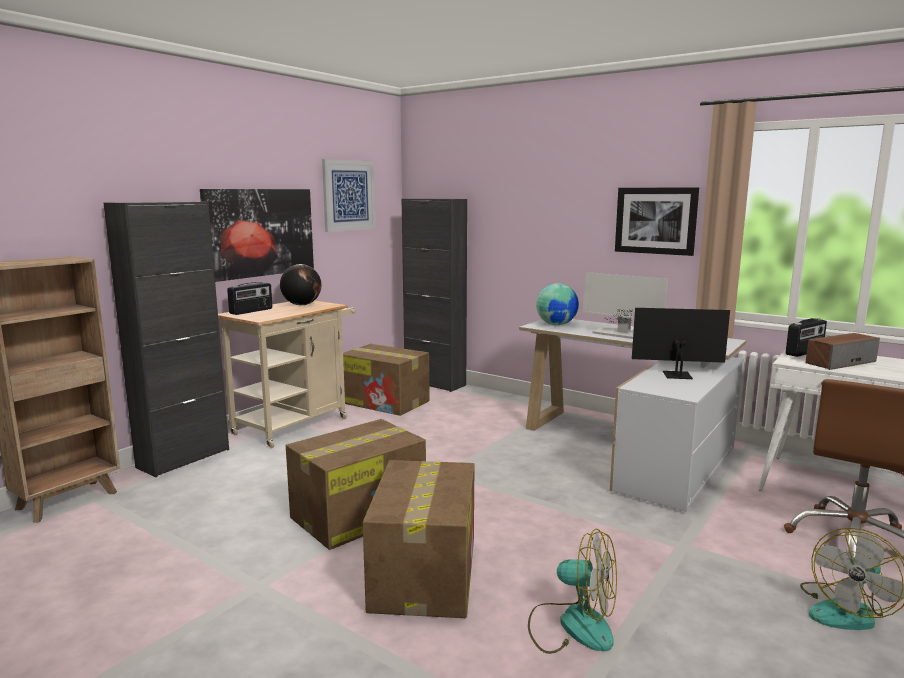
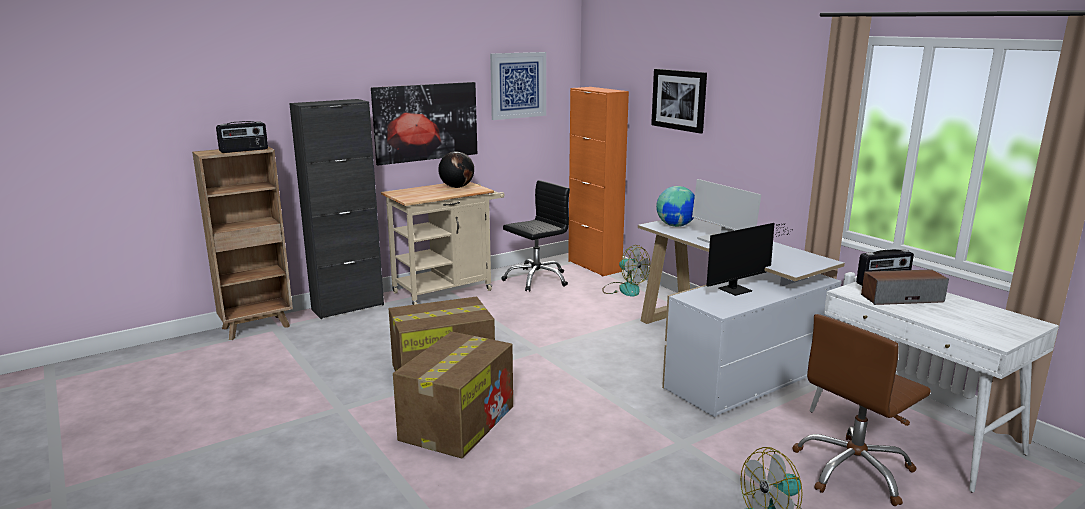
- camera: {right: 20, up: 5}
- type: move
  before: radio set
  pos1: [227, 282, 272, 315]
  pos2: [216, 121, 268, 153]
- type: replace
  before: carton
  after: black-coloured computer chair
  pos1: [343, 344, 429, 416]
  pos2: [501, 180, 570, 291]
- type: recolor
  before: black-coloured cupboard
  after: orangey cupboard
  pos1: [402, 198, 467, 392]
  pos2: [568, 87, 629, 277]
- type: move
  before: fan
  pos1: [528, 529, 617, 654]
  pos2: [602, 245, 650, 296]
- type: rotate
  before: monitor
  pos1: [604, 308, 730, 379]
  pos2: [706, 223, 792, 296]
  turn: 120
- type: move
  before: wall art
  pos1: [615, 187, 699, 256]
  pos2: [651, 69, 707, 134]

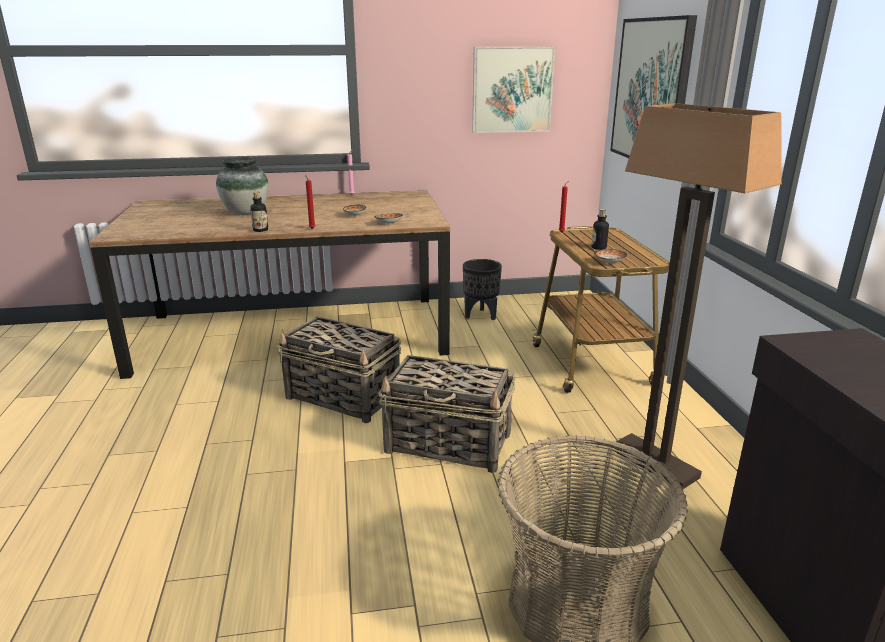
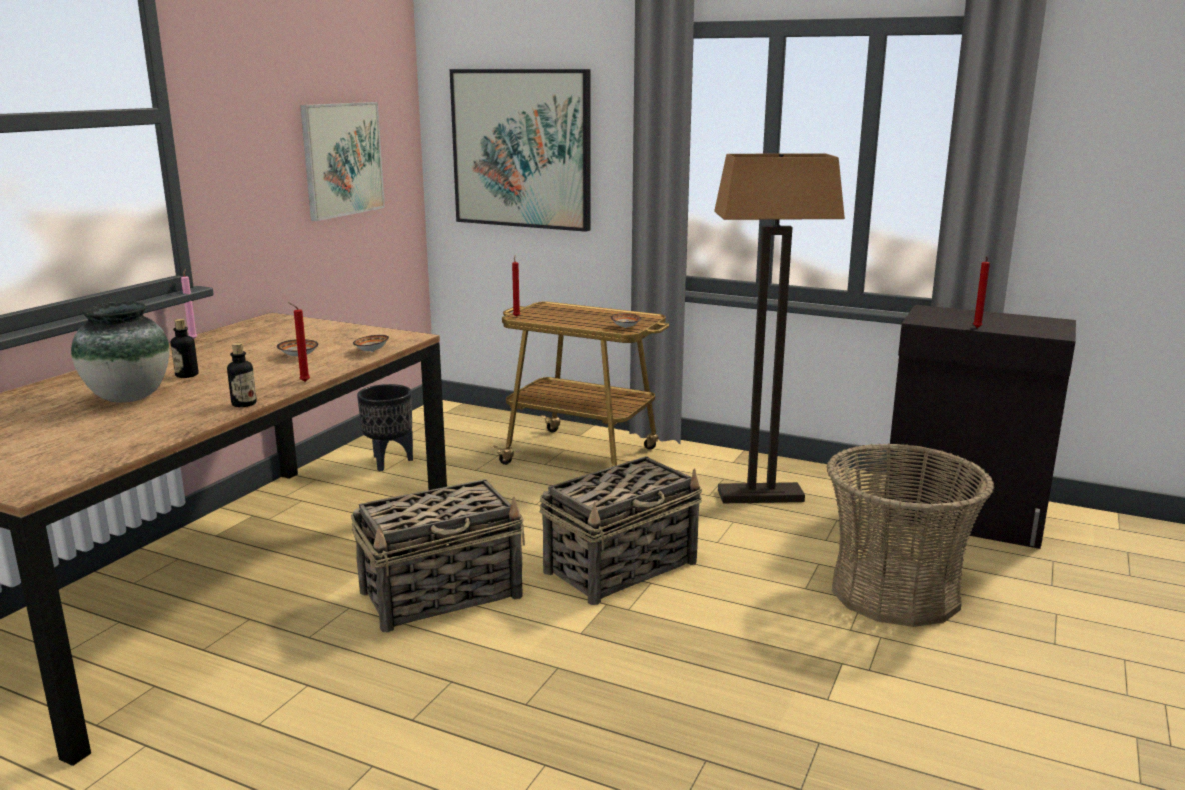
- camera: {right: -55, up: -5}
- type: move
  before: bottle
  pos1: [591, 209, 609, 250]
  pos2: [171, 319, 198, 378]
- type: insert
  after: red candle
  pos2: [973, 256, 990, 328]

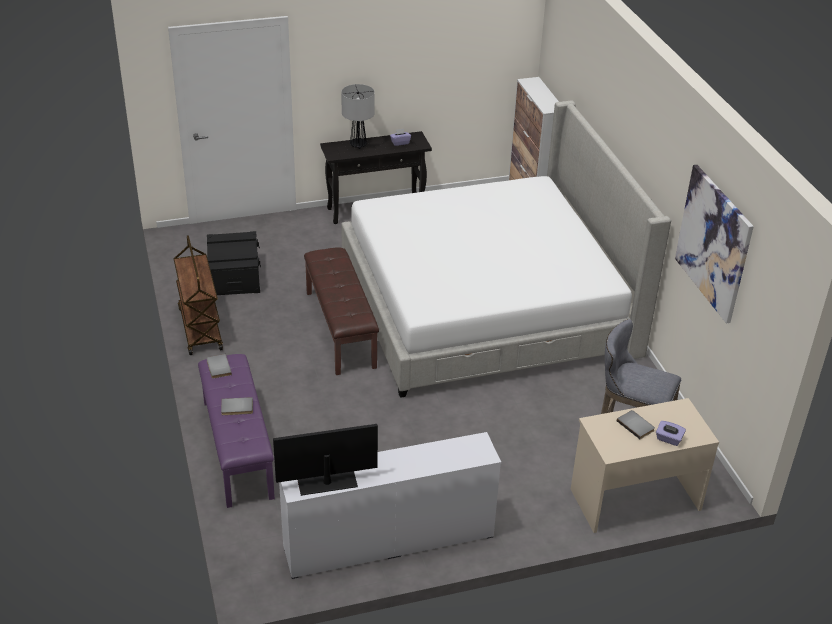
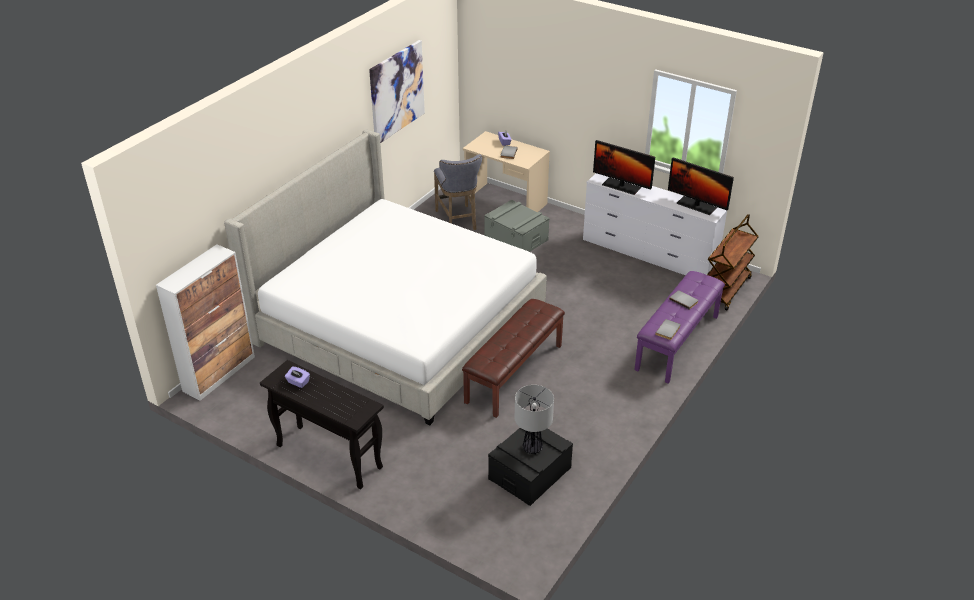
- camera: {right: -130, up: 0}
- type: move
  before: brown trolley
  pos1: [174, 235, 223, 355]
  pos2: [707, 214, 759, 310]
- type: move
  before: lamp for a table
  pos1: [341, 84, 375, 149]
  pos2: [515, 385, 554, 455]
- type: insert
  after: greyish storage box
  pos2: [484, 200, 550, 252]
- type: insert
  after: monitor
  pos2: [593, 140, 655, 195]

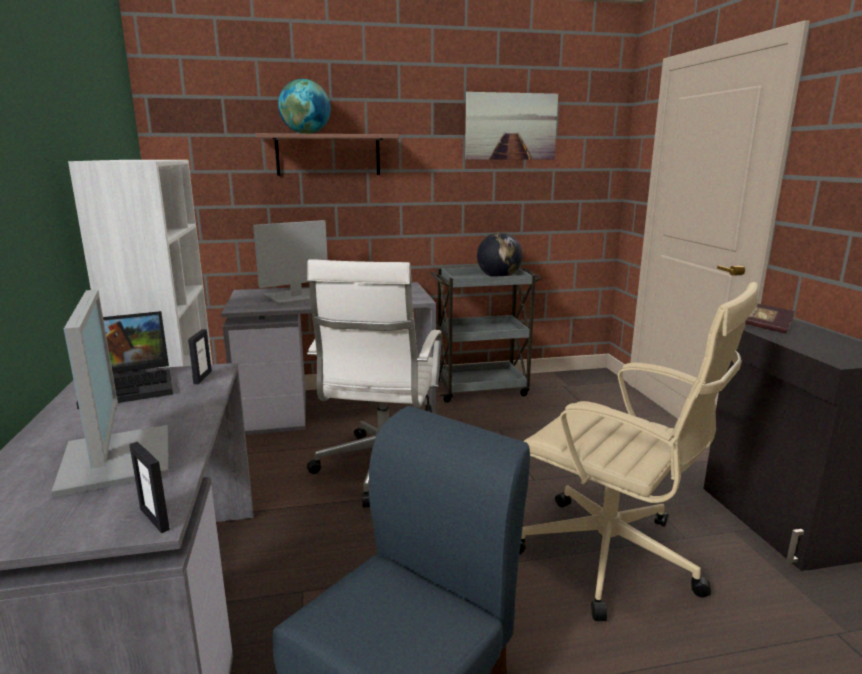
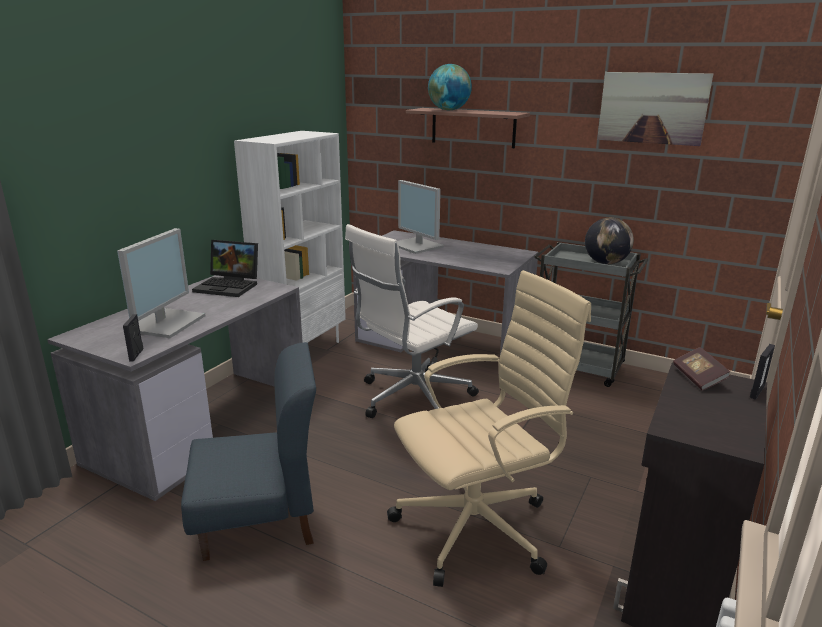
- camera: {right: 40, up: 5}
- type: move
  before: picture frame
  pos1: [188, 329, 212, 384]
  pos2: [750, 344, 775, 400]
- type: rotate
  before: monitor
  pos1: [253, 220, 328, 306]
  pos2: [398, 180, 444, 254]
  turn: -135
- type: rotate
  before: beige-coloured computer chair
  pos1: [519, 282, 758, 621]
  pos2: [387, 270, 591, 587]
  turn: -105

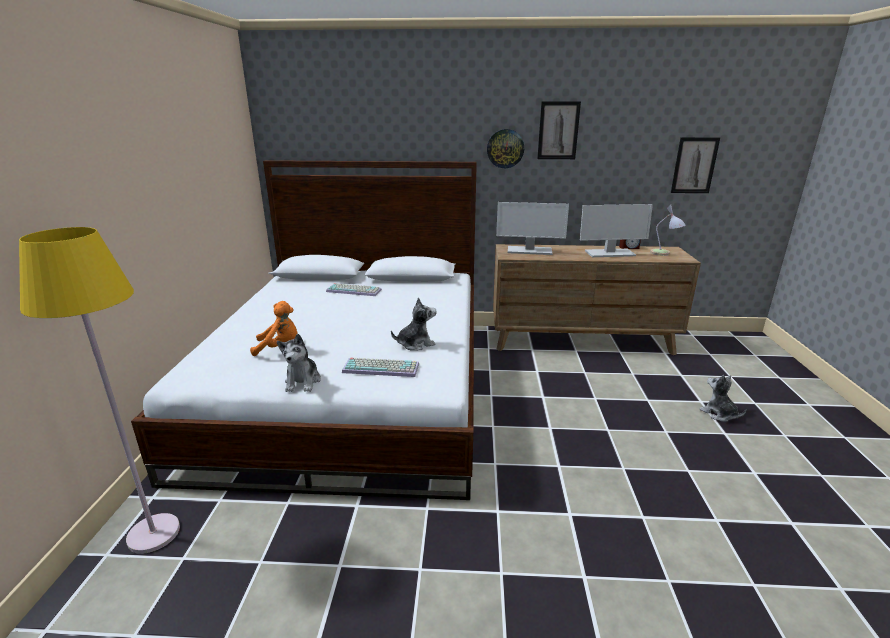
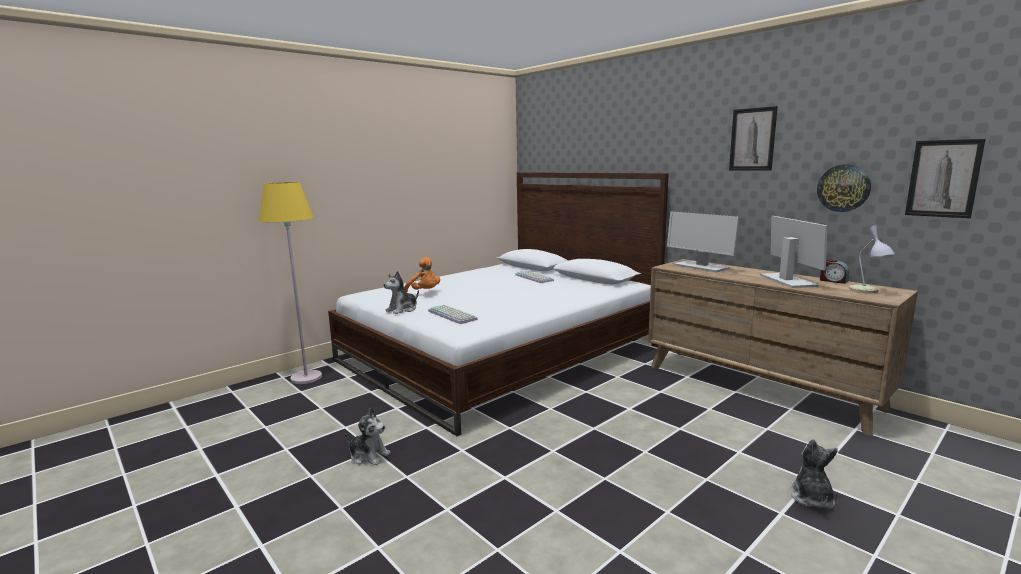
- camera: {right: 45, up: -10}
- type: move
  before: plush toy
  pos1: [391, 297, 437, 351]
  pos2: [345, 408, 391, 465]
- type: move
  before: wall clock
  pos1: [487, 129, 524, 168]
  pos2: [817, 164, 871, 212]
- type: rotate
  before: monitor
  pos1: [580, 204, 653, 257]
  pos2: [760, 216, 828, 288]
  turn: -135

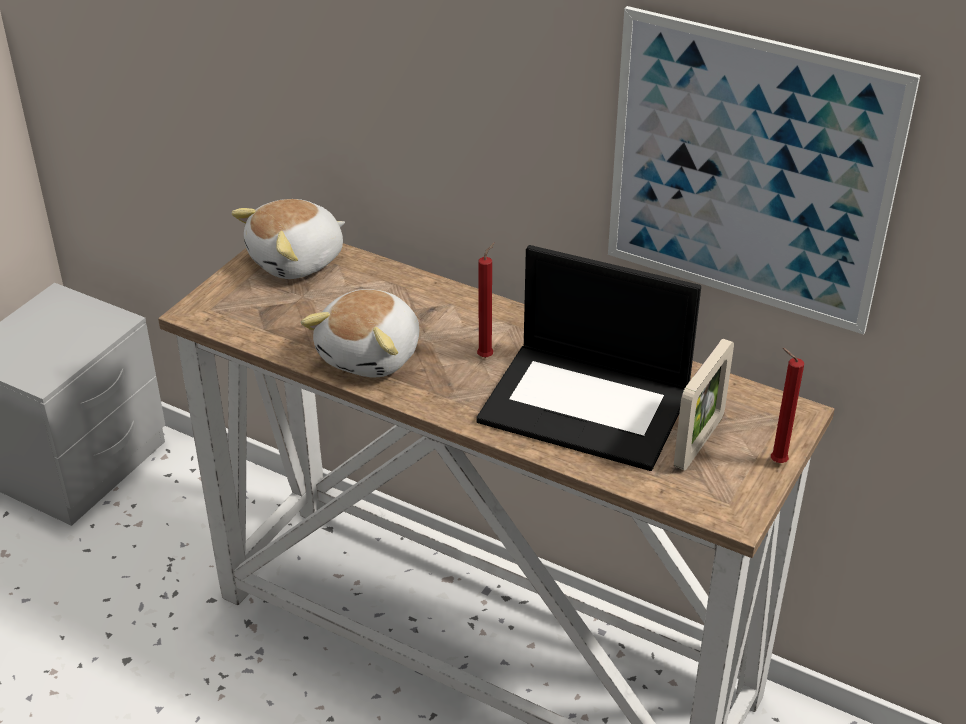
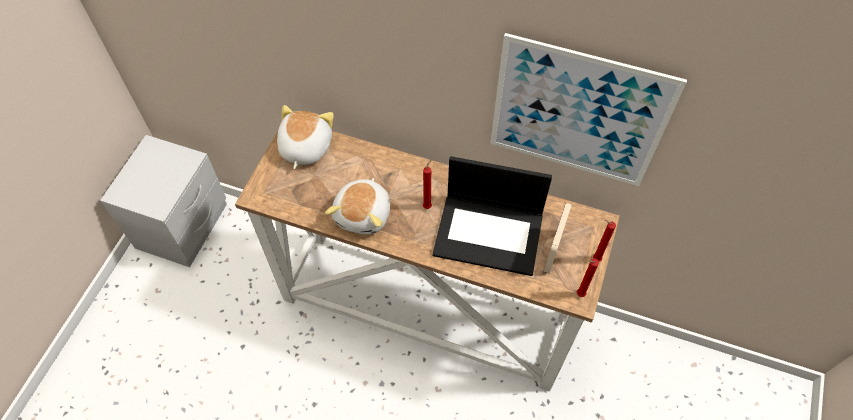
- camera: {right: -10, up: 20}
- type: rotate
  before: plush toy
  pos1: [231, 199, 345, 279]
  pos2: [277, 105, 334, 169]
  turn: 150
- type: insert
  after: red candle
  pos2: [577, 259, 599, 297]

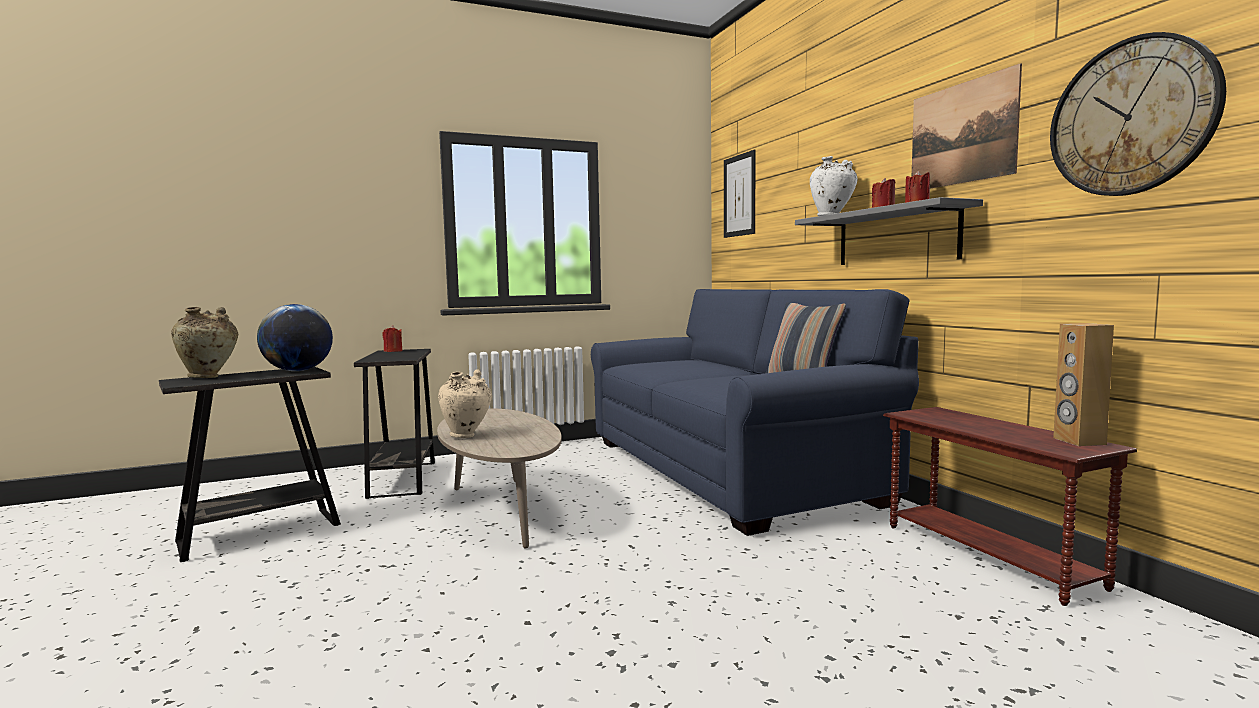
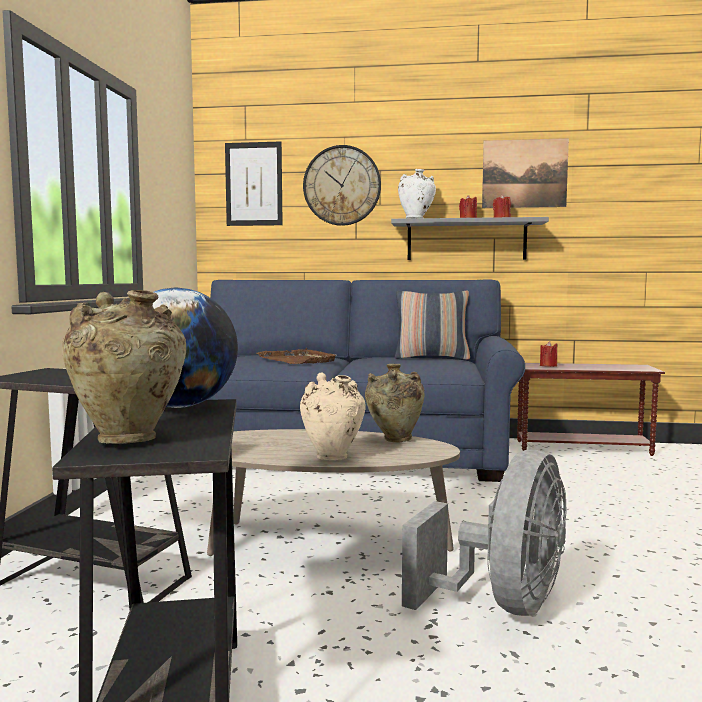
- camera: {right: -60, up: 0}
- type: move
  before: red candle
  pos1: [383, 325, 402, 352]
  pos2: [540, 341, 558, 367]
- type: move
  before: wall clock
  pos1: [1050, 32, 1226, 196]
  pos2: [303, 145, 381, 226]
- type: delete
  before: brown loudspeaker
  pos1: [1053, 323, 1114, 446]
- type: insert
  after: brown carrying tray
  pos2: [256, 348, 337, 364]
- type: insert
  after: beige-coloured decorative vase
  pos2: [365, 364, 424, 443]
- type: insert
  after: greyish fan
  pos2: [402, 450, 566, 616]

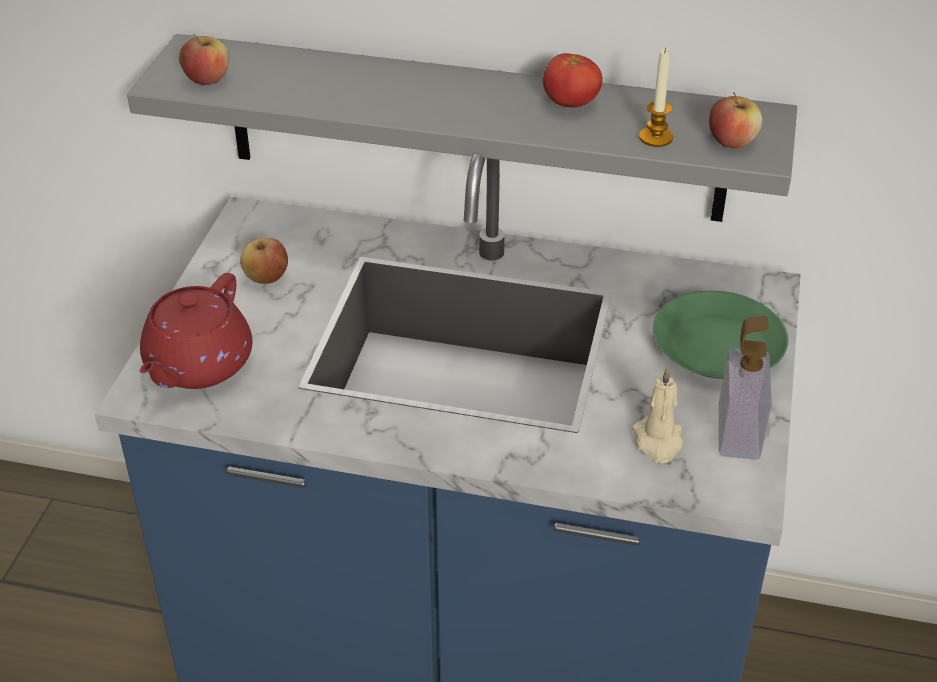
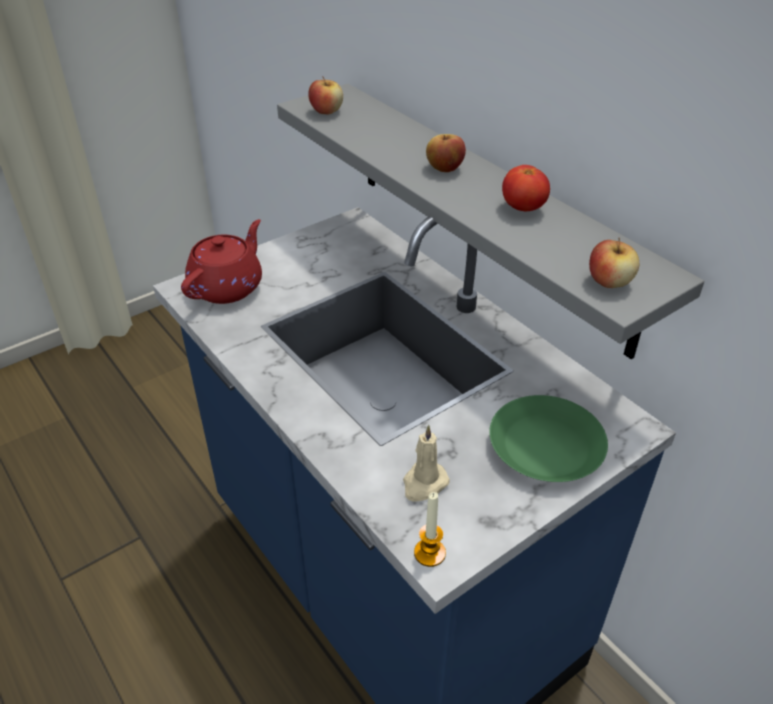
- camera: {right: 40, up: 0}
- type: rotate
  before: red teapot
  pos1: [140, 273, 252, 389]
  pos2: [181, 219, 262, 304]
  turn: 150
- type: move
  before: apple fruit
  pos1: [240, 238, 288, 284]
  pos2: [426, 134, 466, 172]
- type: move
  before: candle
  pos1: [639, 48, 673, 147]
  pos2: [414, 492, 446, 567]
- type: delete
  before: soap bottle
  pos1: [719, 316, 772, 460]

